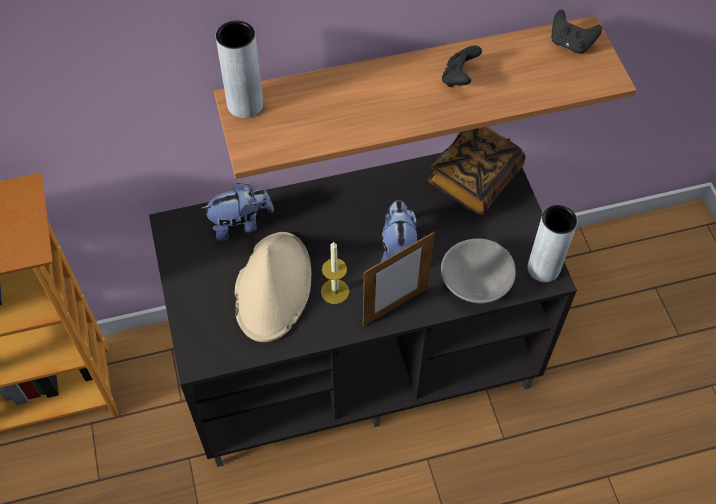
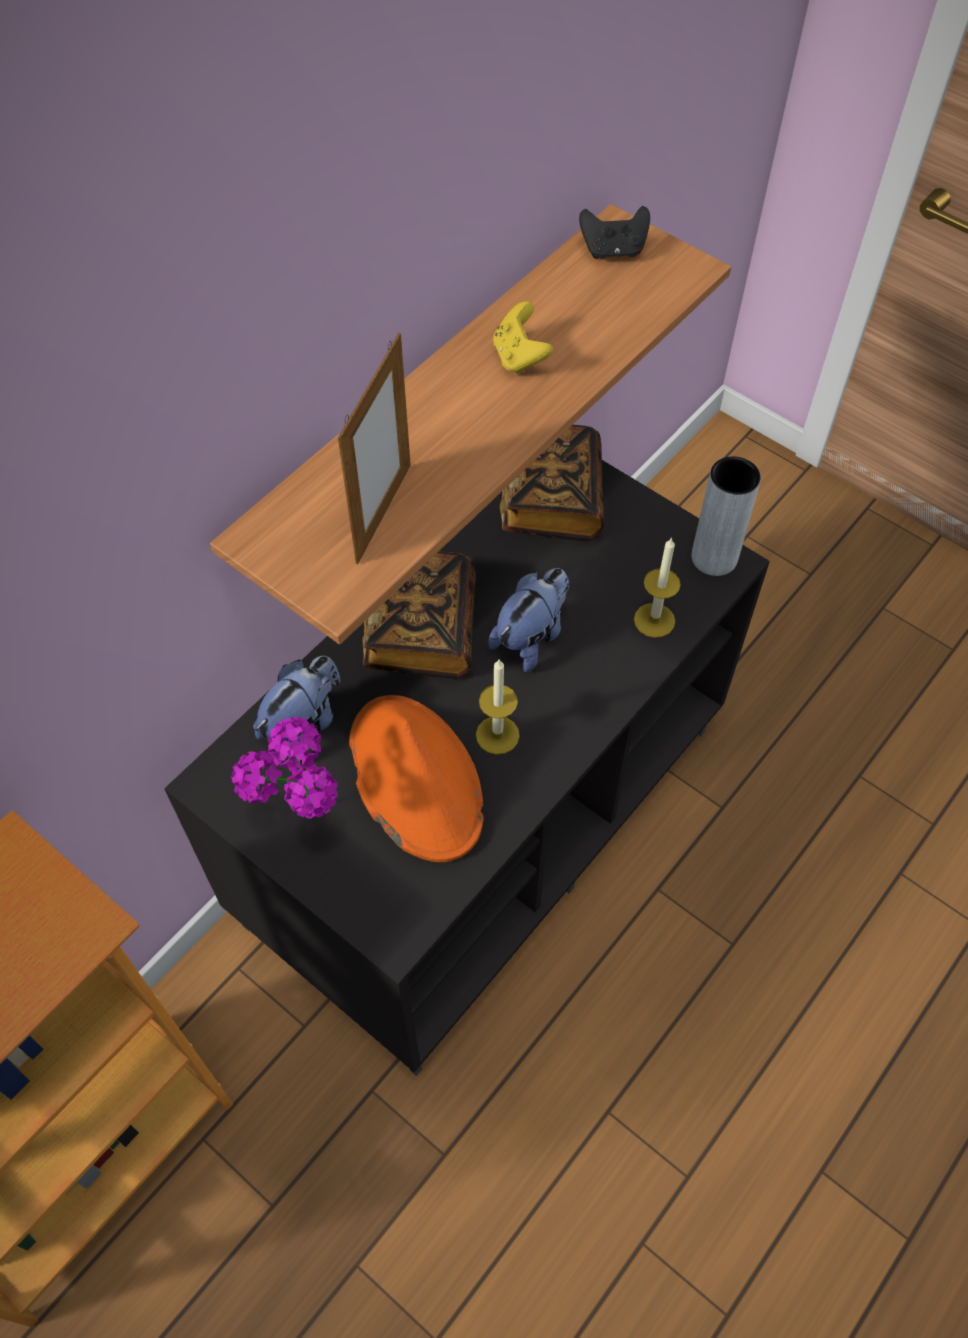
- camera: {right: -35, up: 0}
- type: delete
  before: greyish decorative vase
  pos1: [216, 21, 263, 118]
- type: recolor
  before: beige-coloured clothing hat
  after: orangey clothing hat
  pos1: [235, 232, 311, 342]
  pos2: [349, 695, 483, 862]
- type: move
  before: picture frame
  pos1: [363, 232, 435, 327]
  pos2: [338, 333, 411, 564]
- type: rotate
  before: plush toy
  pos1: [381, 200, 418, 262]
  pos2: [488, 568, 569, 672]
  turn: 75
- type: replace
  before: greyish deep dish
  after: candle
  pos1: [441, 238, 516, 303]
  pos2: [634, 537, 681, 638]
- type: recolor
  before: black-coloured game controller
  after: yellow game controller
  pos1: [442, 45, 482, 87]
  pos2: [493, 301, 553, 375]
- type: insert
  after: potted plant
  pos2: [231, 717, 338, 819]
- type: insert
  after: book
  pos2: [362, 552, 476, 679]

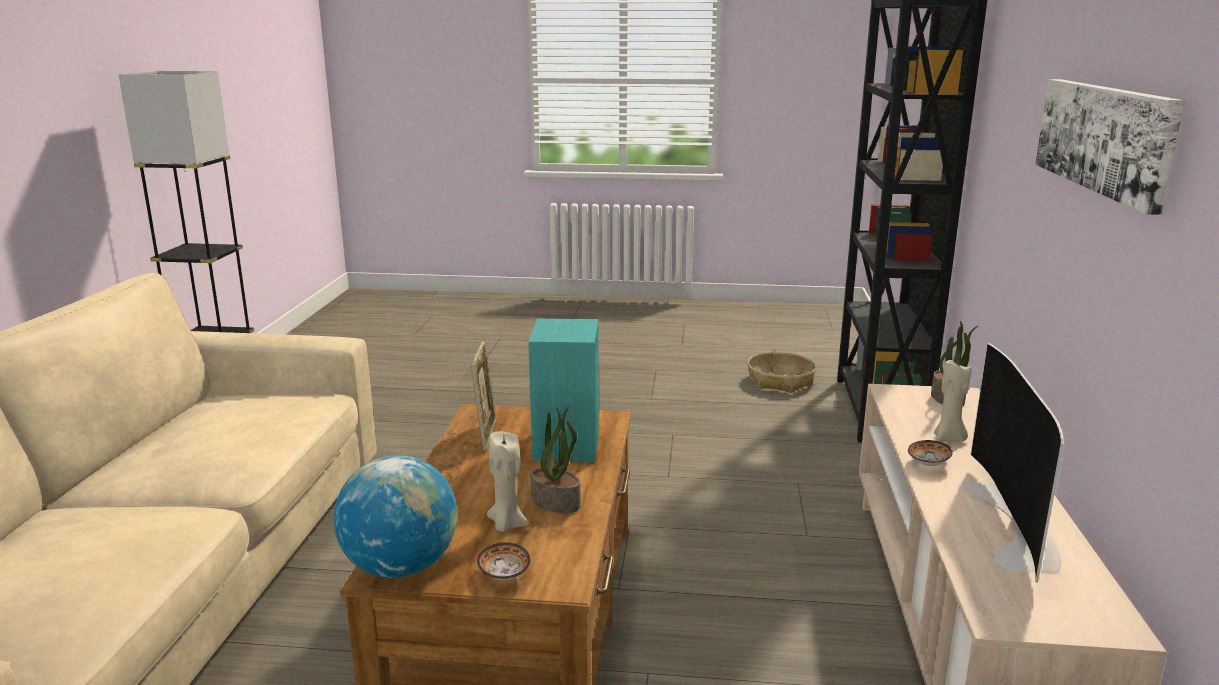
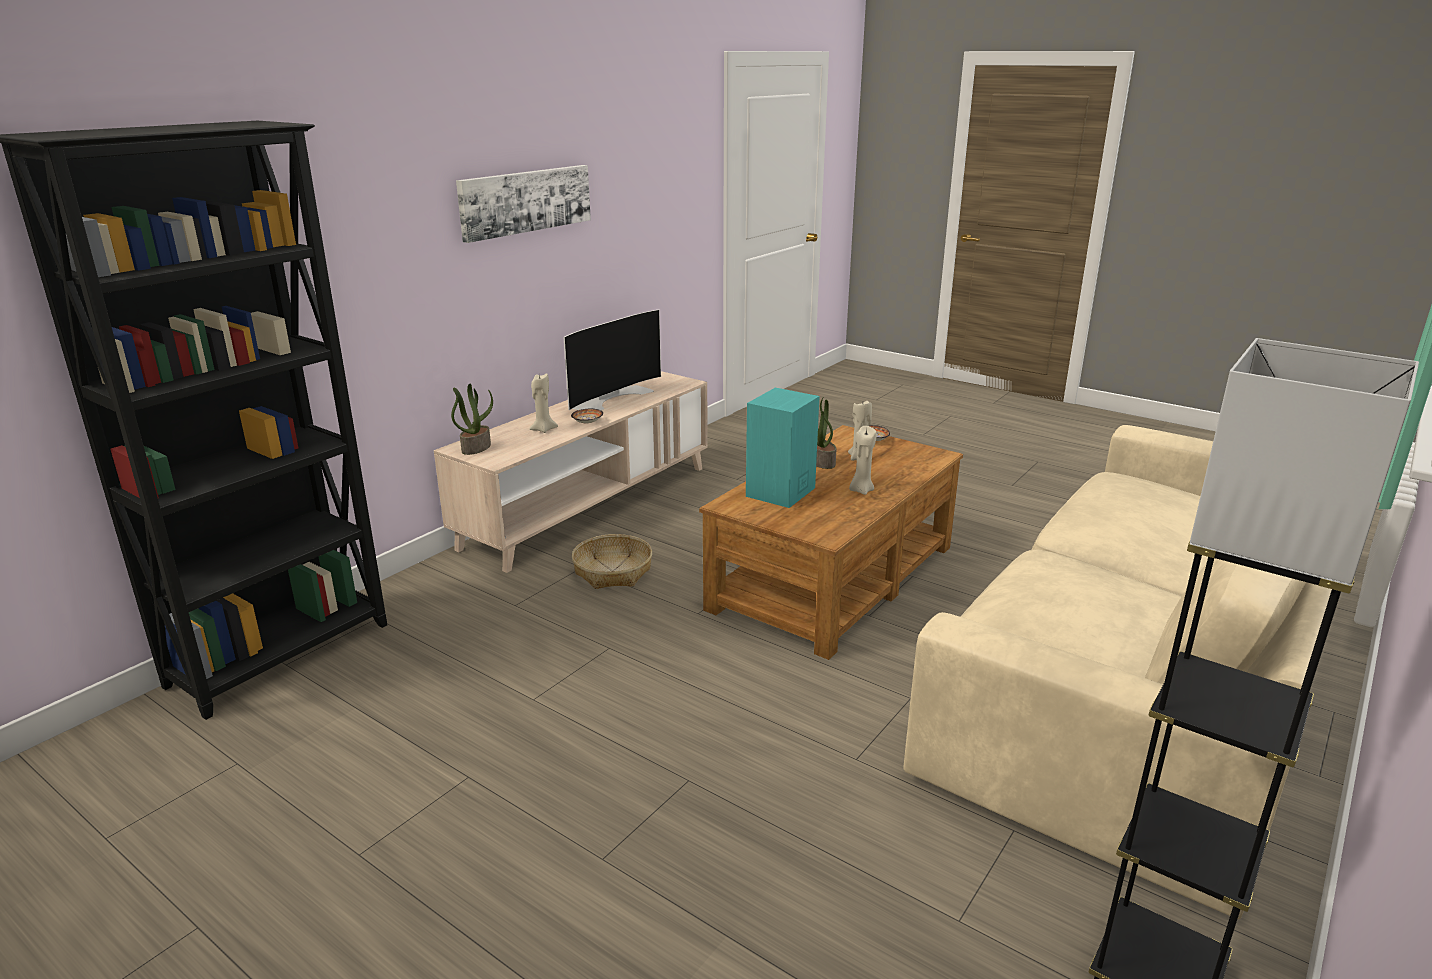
- camera: {right: -150, up: 5}
- type: delete
  before: world globe
  pos1: [334, 455, 457, 578]
- type: delete
  before: picture frame
  pos1: [471, 340, 496, 451]
- type: move
  before: household basket
  pos1: [747, 352, 816, 393]
  pos2: [572, 534, 652, 589]
- type: insert
  after: beige-coloured candle
  pos2: [849, 426, 876, 495]

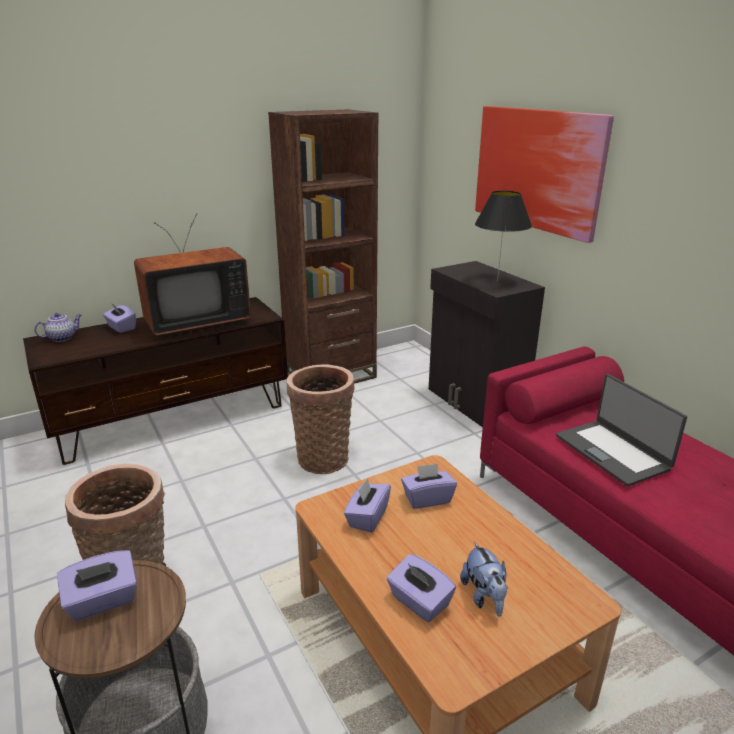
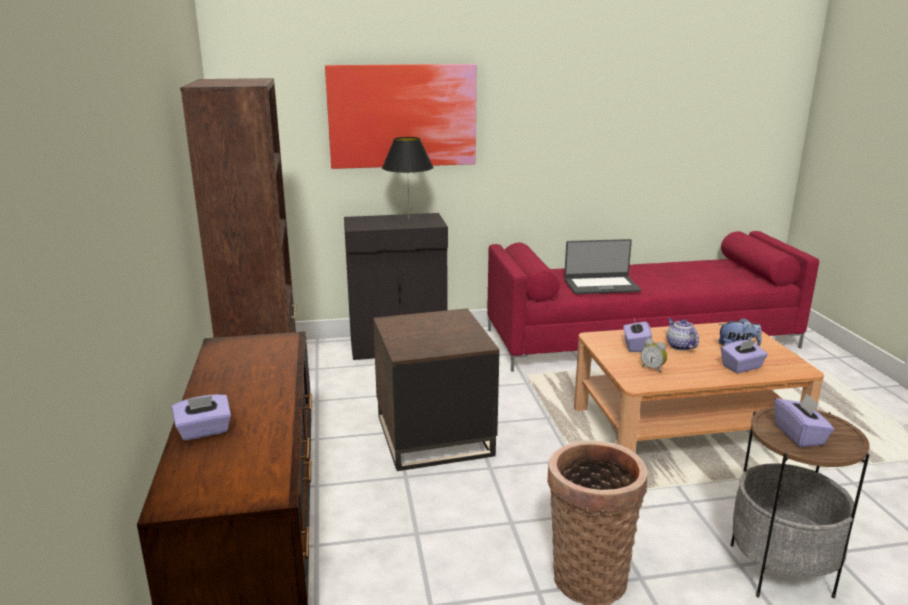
- camera: {right: -70, up: -5}
- type: move
  before: teapot
  pos1: [34, 313, 81, 342]
  pos2: [667, 318, 699, 351]
- type: delete
  before: television
  pos1: [134, 213, 251, 337]
- type: replace
  before: household basket
  after: brown side table
  pos1: [286, 364, 354, 474]
  pos2: [373, 308, 500, 471]
- type: replace
  before: purple box of tissues
  after: alarm clock
  pos1: [344, 478, 391, 533]
  pos2: [641, 339, 667, 373]

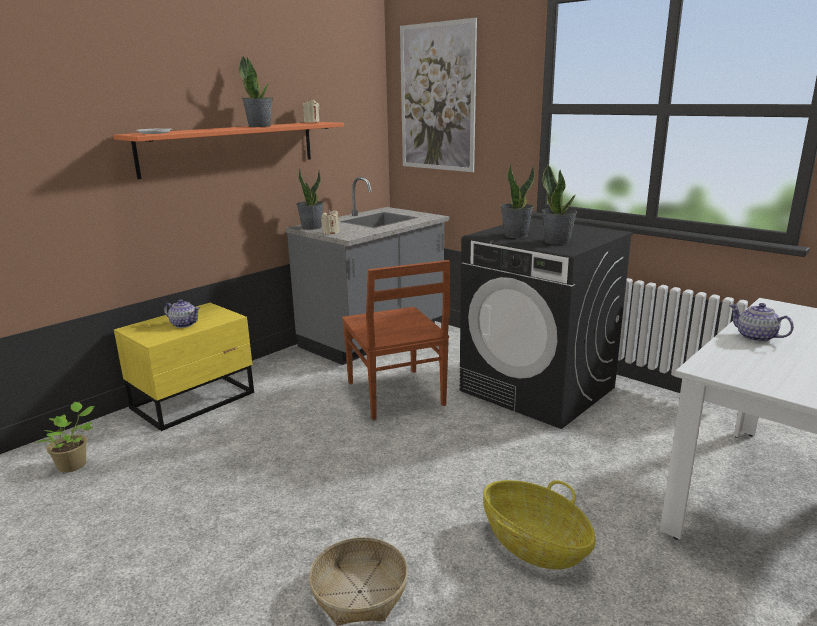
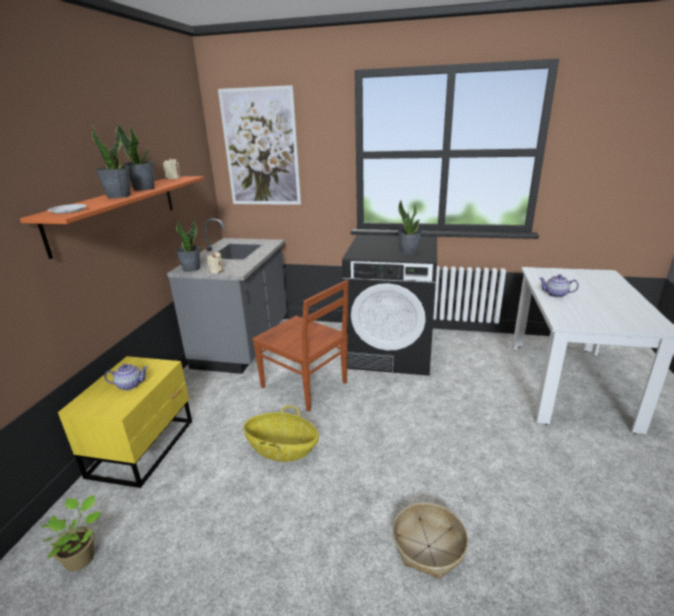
- camera: {right: -30, up: 5}
- type: move
  before: household basket
  pos1: [483, 480, 596, 569]
  pos2: [243, 405, 319, 462]
- type: move
  before: potted plant
  pos1: [500, 164, 535, 238]
  pos2: [92, 125, 131, 198]

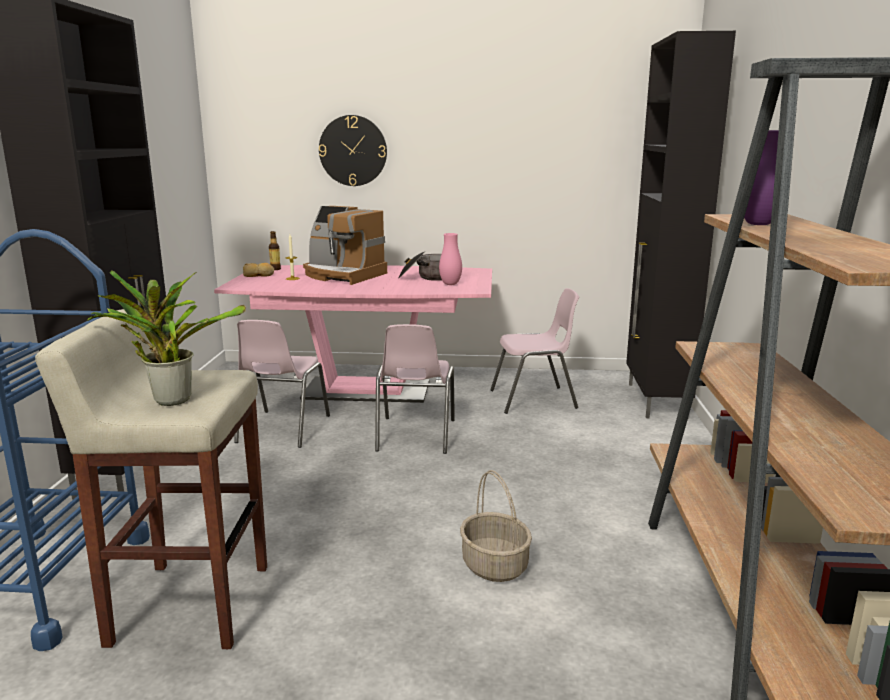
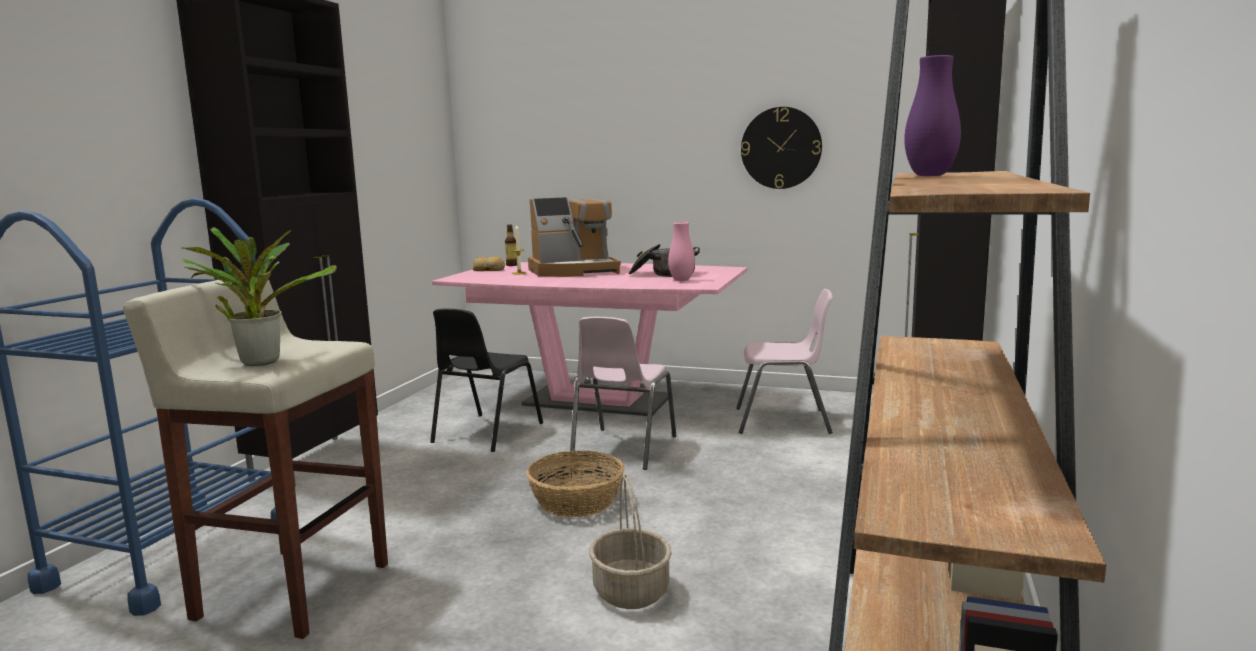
- camera: {right: 15, up: -5}
- type: recolor
  before: pink-coloured upright chair
  after: black-coloured upright chair
  pos1: [234, 320, 330, 448]
  pos2: [430, 308, 543, 452]
- type: rotate
  before: coffee maker
  pos1: [303, 206, 387, 285]
  pos2: [528, 197, 621, 277]
  turn: -60
- type: move
  before: wall clock
  pos1: [319, 115, 387, 186]
  pos2: [741, 107, 822, 189]
- type: insert
  after: household basket
  pos2: [526, 451, 625, 517]

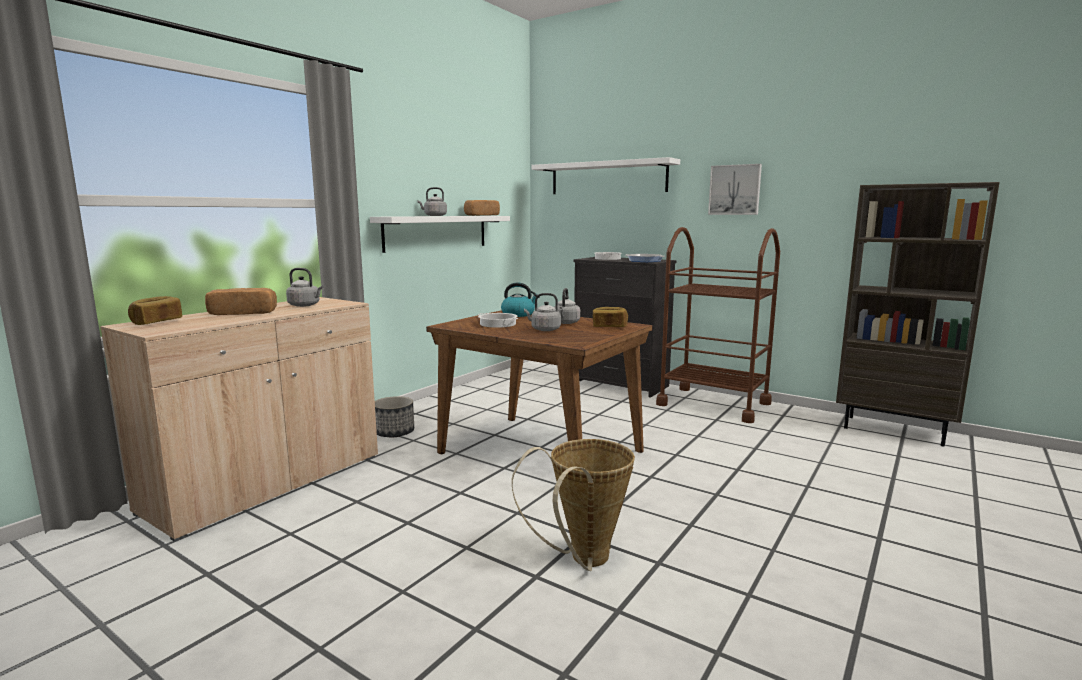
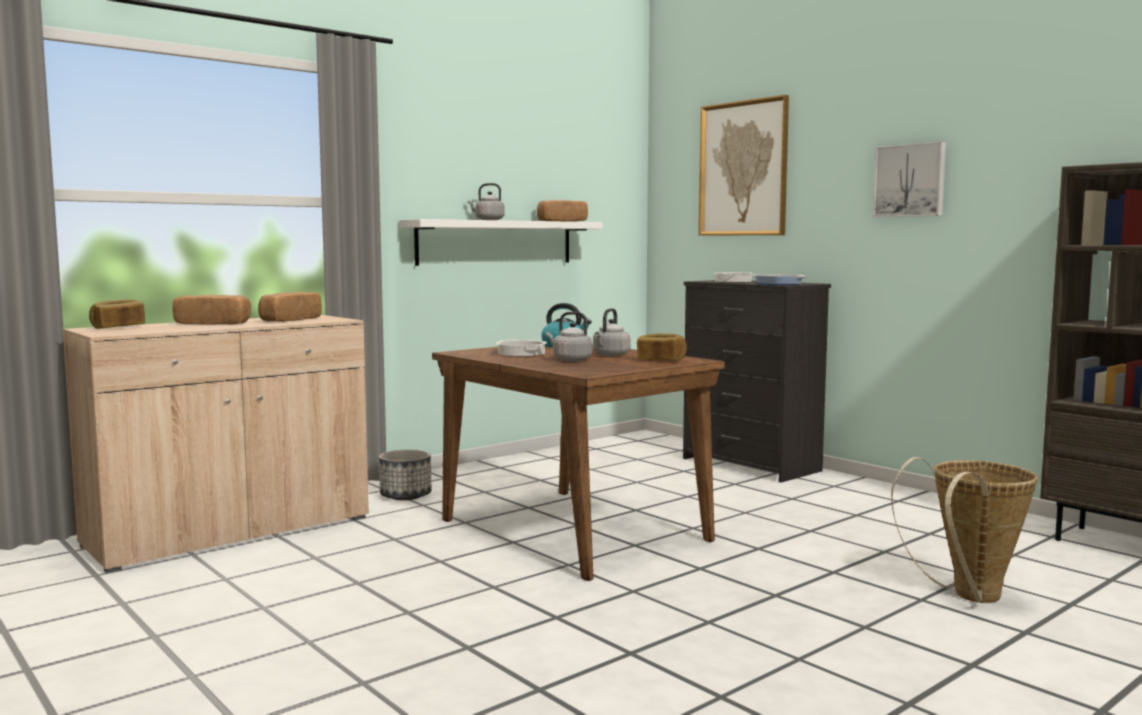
- camera: {right: 15, up: -5}
- type: replace
  before: greyish kettle
  after: bakery bread
  pos1: [286, 268, 323, 307]
  pos2: [258, 292, 322, 322]
- type: move
  before: household basket
  pos1: [512, 439, 635, 571]
  pos2: [891, 457, 1037, 603]
- type: replace
  before: white-coloured shelf
  after: wall art
  pos1: [531, 157, 680, 194]
  pos2: [699, 95, 789, 236]
- type: delete
  before: brown trolley
  pos1: [656, 227, 780, 423]

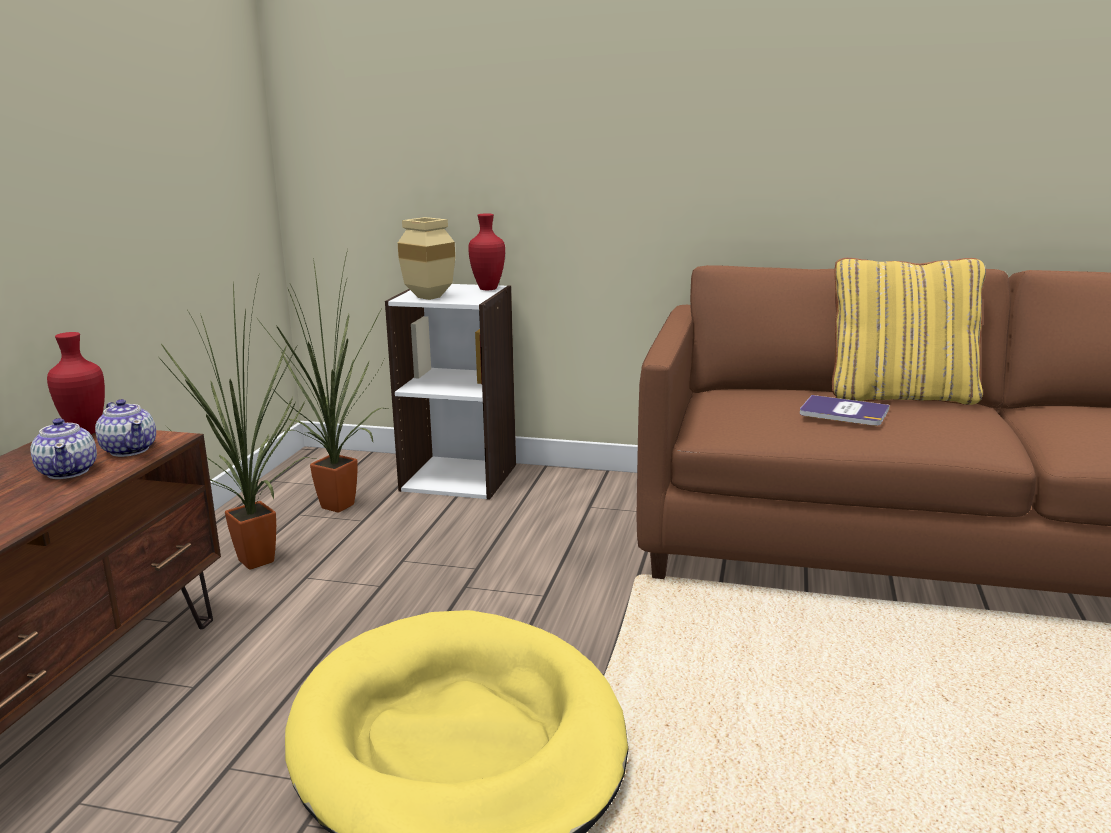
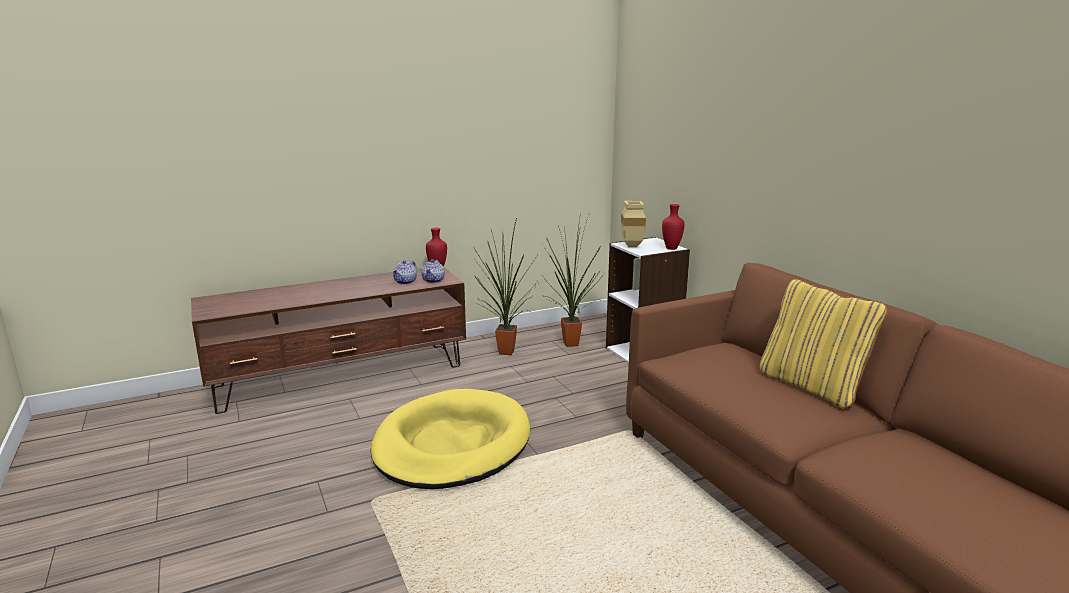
- camera: {right: 50, up: 0}
- type: delete
  before: book
  pos1: [800, 395, 890, 426]

